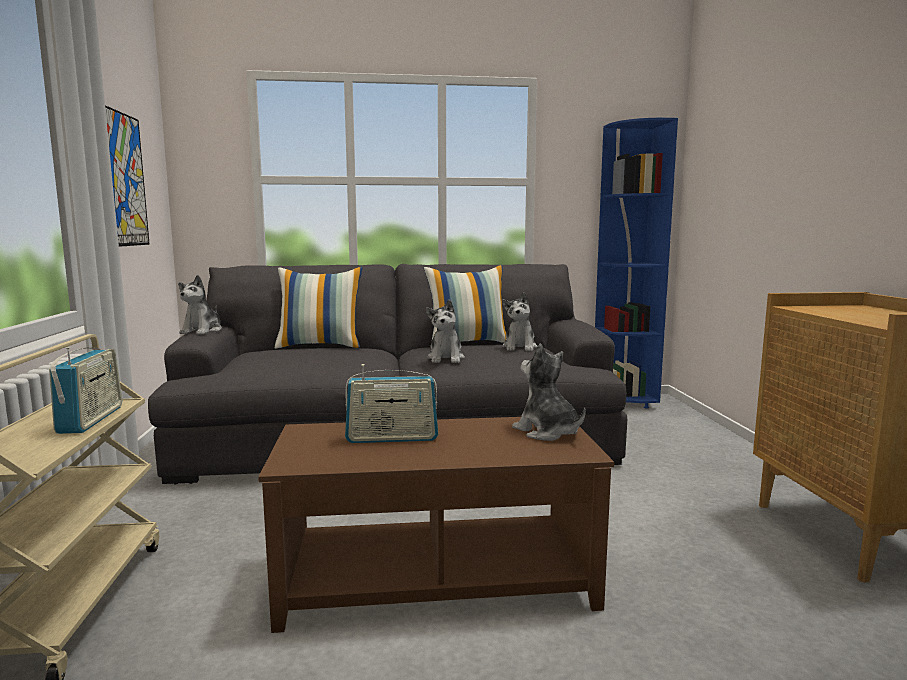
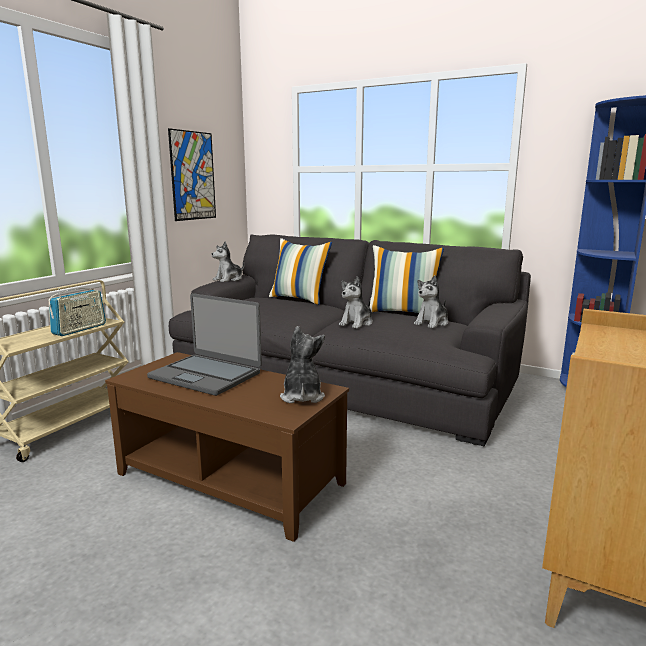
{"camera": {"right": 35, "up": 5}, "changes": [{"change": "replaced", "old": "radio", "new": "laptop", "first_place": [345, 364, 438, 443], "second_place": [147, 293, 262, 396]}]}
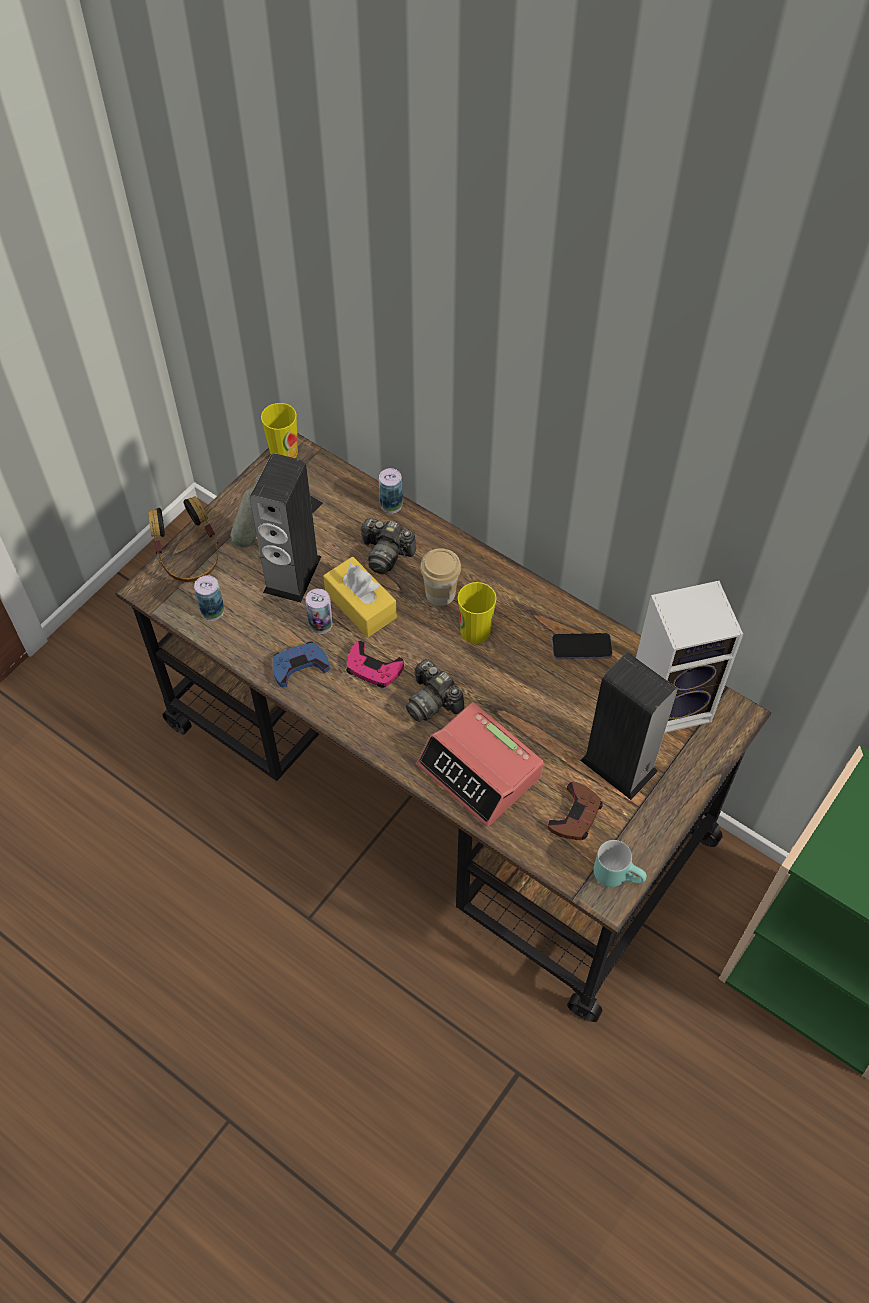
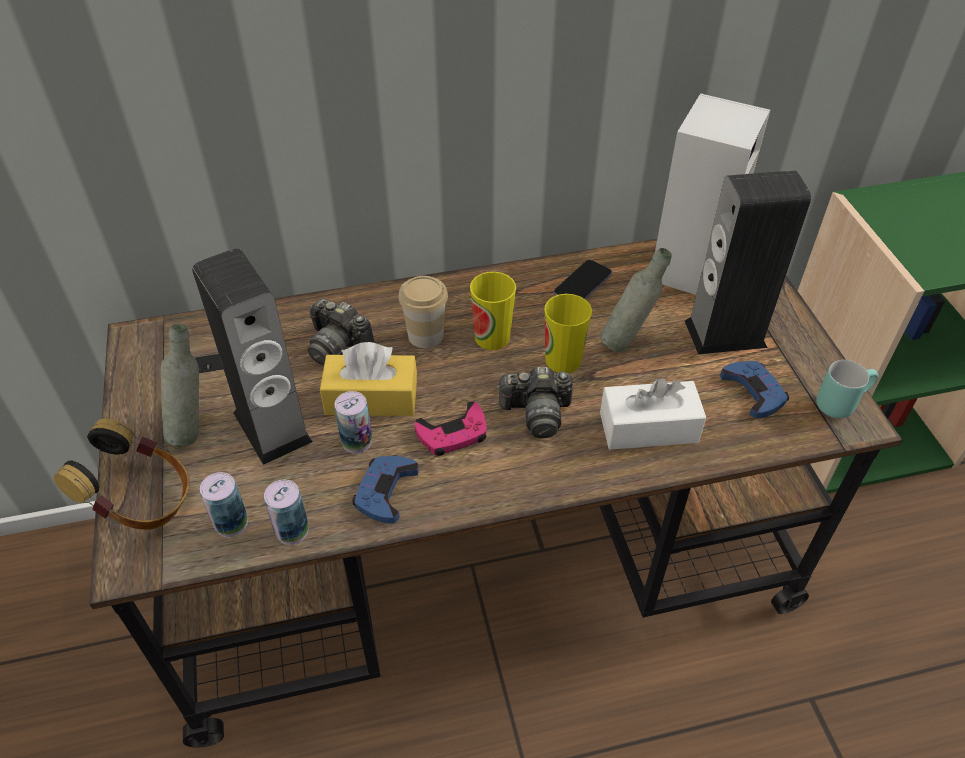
{"camera": {"right": -50, "up": -10}, "changes": [{"change": "moved", "old": "cup", "first_place": [261, 403, 298, 458], "second_place": [544, 294, 592, 373]}, {"change": "turned", "old": "photo camera", "first_place": [360, 518, 416, 574], "second_place": [307, 298, 375, 365], "degrees": 60}, {"change": "moved", "old": "can", "first_place": [379, 468, 403, 513], "second_place": [264, 480, 309, 545]}, {"change": "replaced", "old": "alarm clock", "new": "white tissue box", "first_place": [417, 702, 544, 827], "second_place": [600, 378, 706, 450]}, {"change": "recoloured", "old": "brown game controller", "new": "blue game controller", "first_place": [548, 782, 603, 840], "second_place": [720, 361, 789, 418]}, {"change": "added", "new": "grey bottle", "second_place": [601, 248, 672, 352]}]}
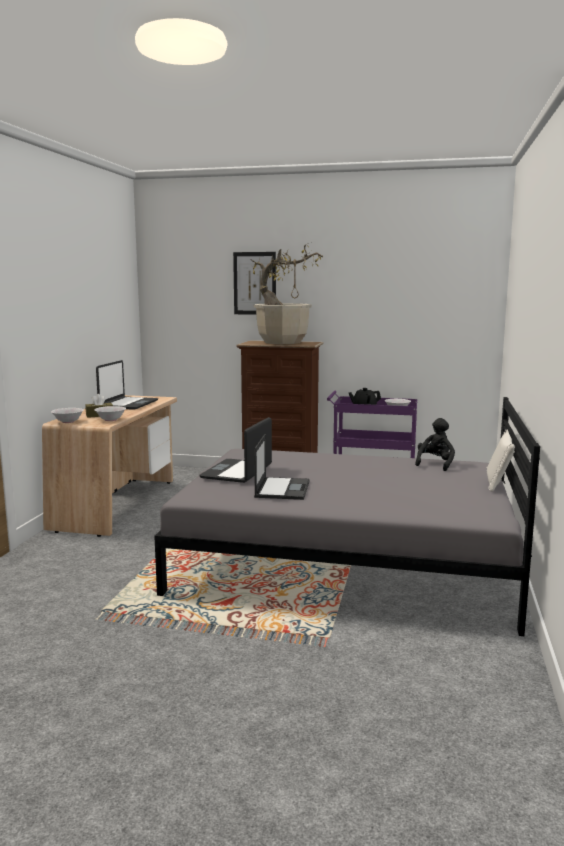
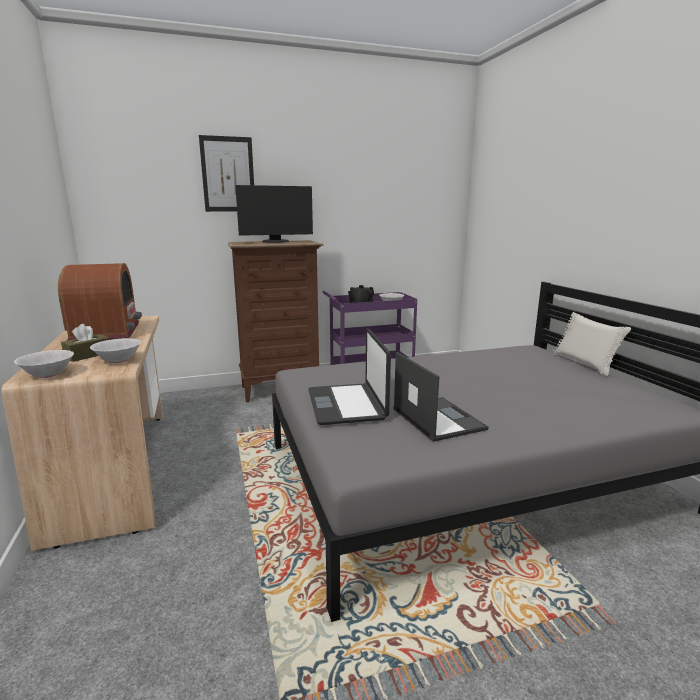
{"camera": {"right": -30, "up": 5}, "changes": [{"change": "replaced", "old": "laptop", "new": "radio", "first_place": [96, 360, 158, 410], "second_place": [58, 263, 142, 341]}, {"change": "replaced", "old": "potted plant", "new": "monitor", "first_place": [250, 243, 323, 344], "second_place": [235, 185, 313, 243]}, {"change": "removed", "old": "black plush toy", "first_place": [415, 418, 455, 471]}]}
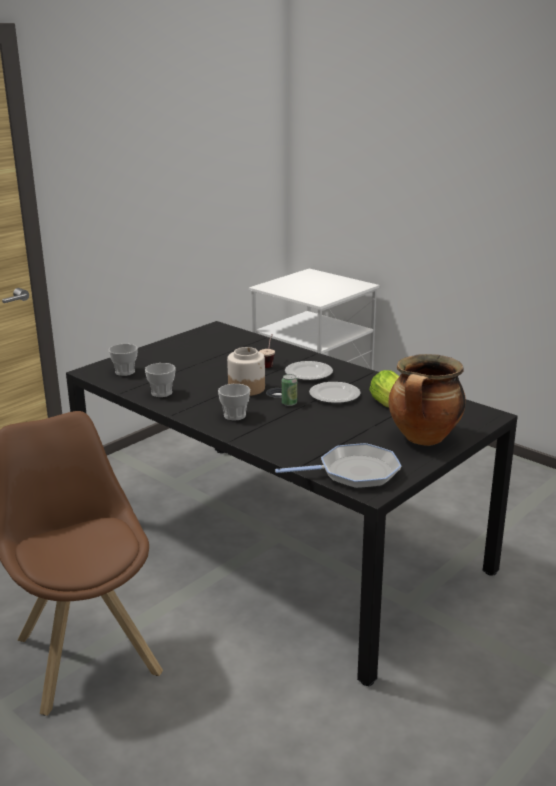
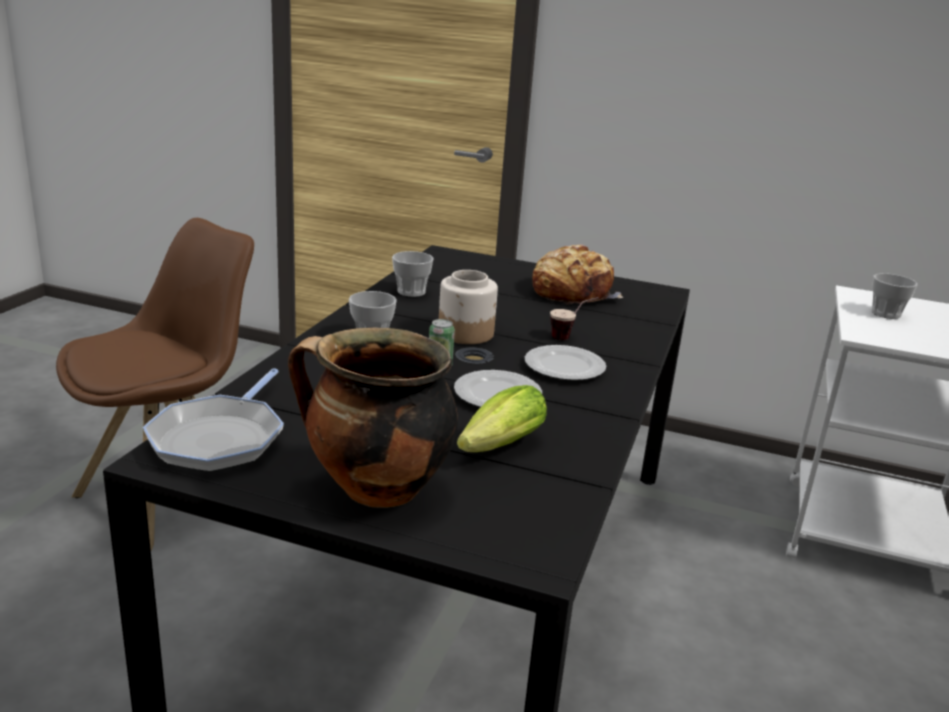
{"camera": {"right": 65, "up": 0}, "changes": [{"change": "moved", "old": "cup", "first_place": [109, 344, 138, 376], "second_place": [871, 273, 917, 319]}, {"change": "turned", "old": "frying pan", "first_place": [275, 443, 401, 489], "second_place": [143, 368, 284, 472], "degrees": 45}, {"change": "added", "new": "bread", "second_place": [532, 244, 623, 305]}]}
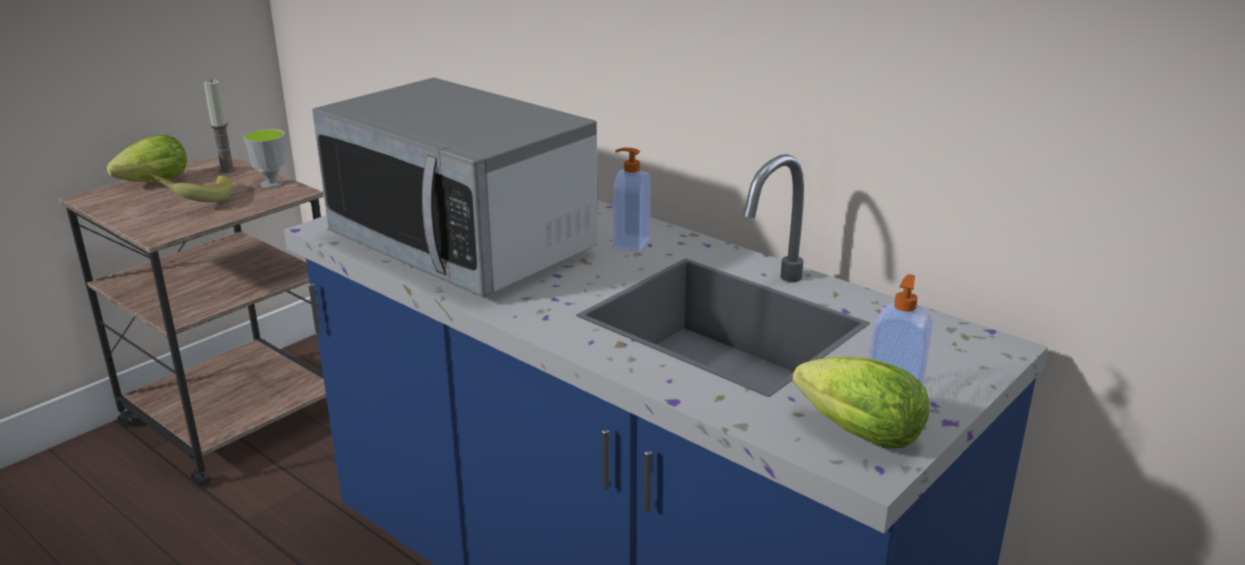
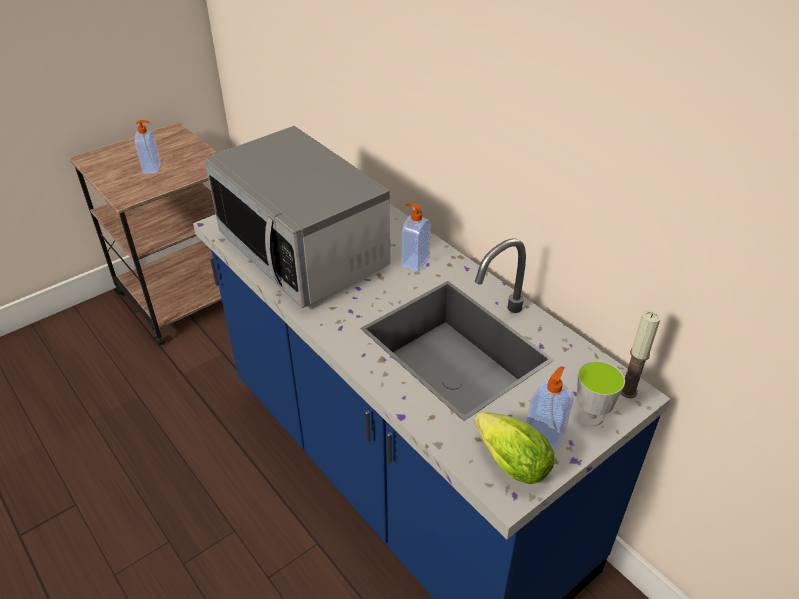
{"camera": {"right": 10, "up": 15}, "changes": [{"change": "removed", "old": "lettuce", "first_place": [107, 134, 187, 182]}, {"change": "replaced", "old": "banana", "new": "soap dispenser", "first_place": [148, 173, 233, 202], "second_place": [135, 120, 161, 174]}, {"change": "moved", "old": "candle", "first_place": [204, 79, 235, 173], "second_place": [621, 311, 661, 398]}, {"change": "moved", "old": "cup", "first_place": [243, 129, 285, 188], "second_place": [576, 360, 625, 426]}]}
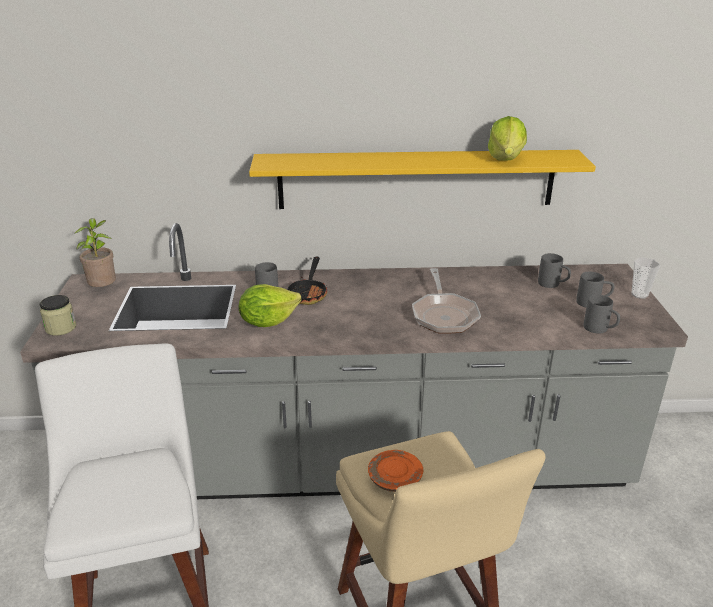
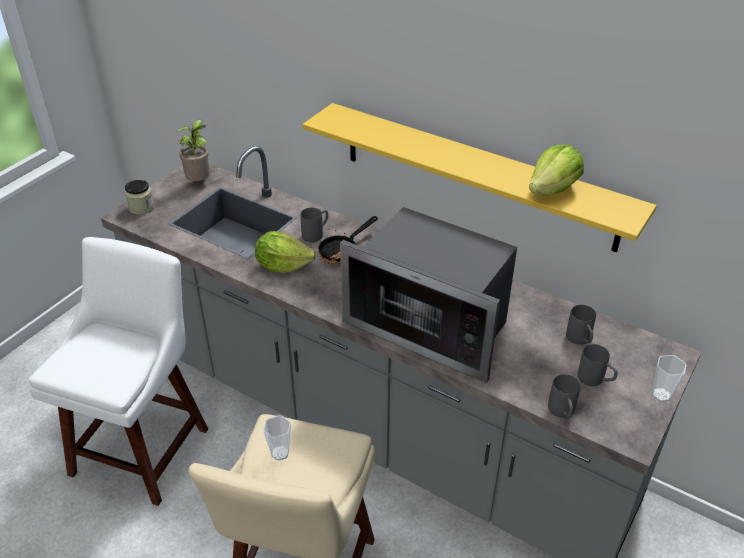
{"camera": {"right": 35, "up": 10}, "changes": [{"change": "replaced", "old": "orange plate", "new": "cup", "first_place": [368, 450, 423, 492], "second_place": [263, 415, 291, 461]}, {"change": "replaced", "old": "frying pan", "new": "microwave", "first_place": [412, 268, 481, 333], "second_place": [340, 207, 517, 383]}]}
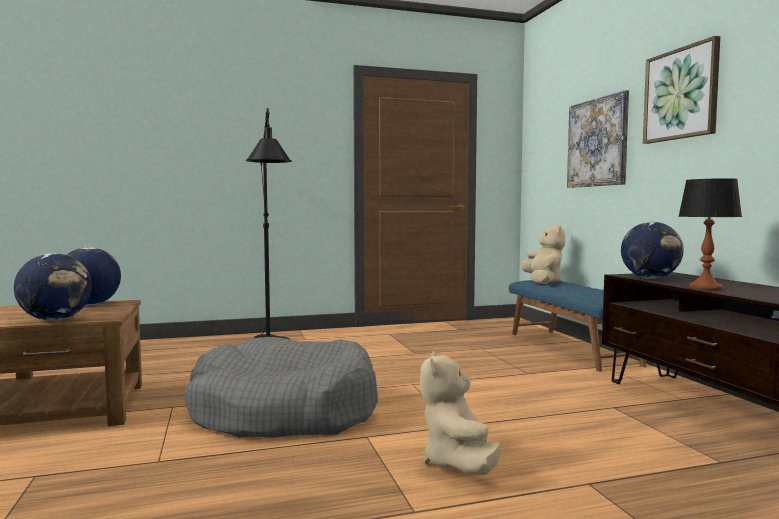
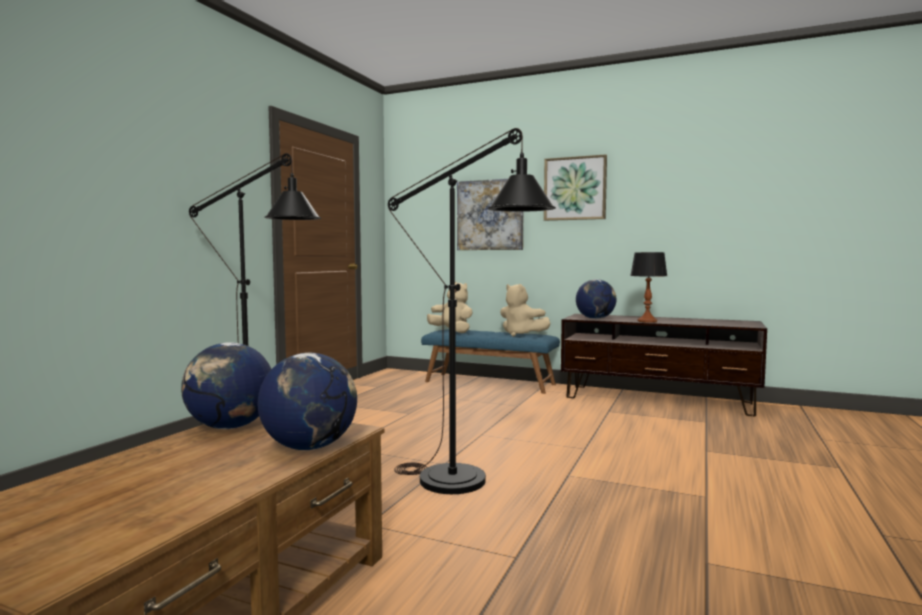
{"camera": {"right": -50, "up": 0}, "changes": [{"change": "replaced", "old": "grey dog bed", "new": "black floor lamp", "first_place": [184, 337, 378, 438], "second_place": [388, 128, 556, 494]}, {"change": "moved", "old": "beige plush toy", "first_place": [420, 351, 501, 475], "second_place": [500, 284, 551, 337]}]}
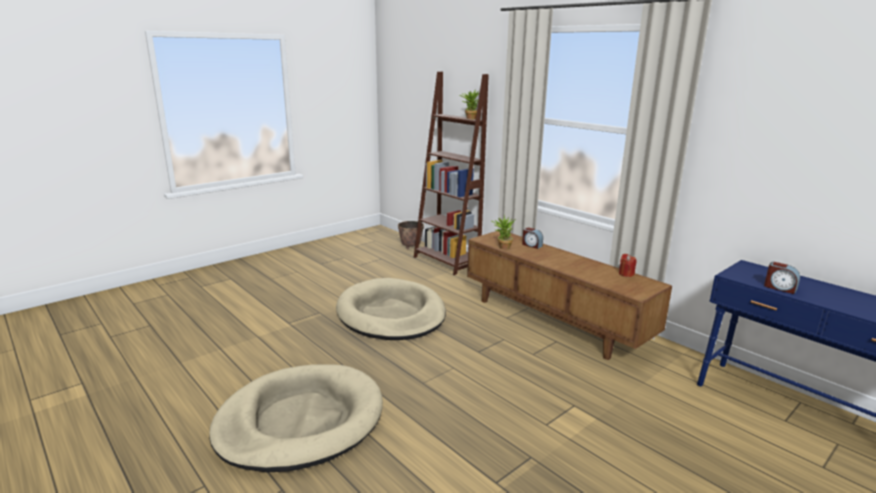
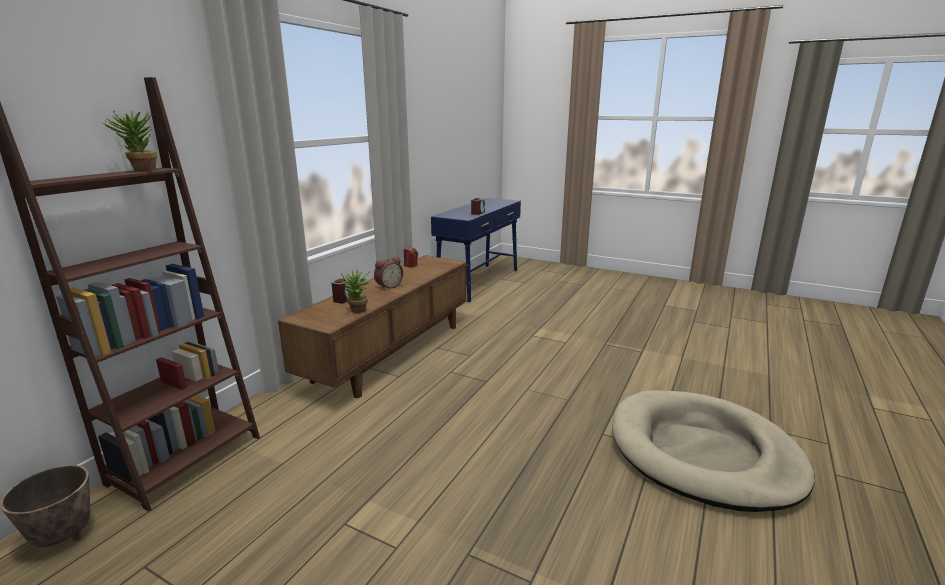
{"camera": {"right": -110, "up": 0}, "changes": [{"change": "removed", "old": "beige dog bed", "first_place": [336, 278, 446, 340]}, {"change": "added", "new": "alarm clock", "second_place": [374, 256, 403, 290]}]}
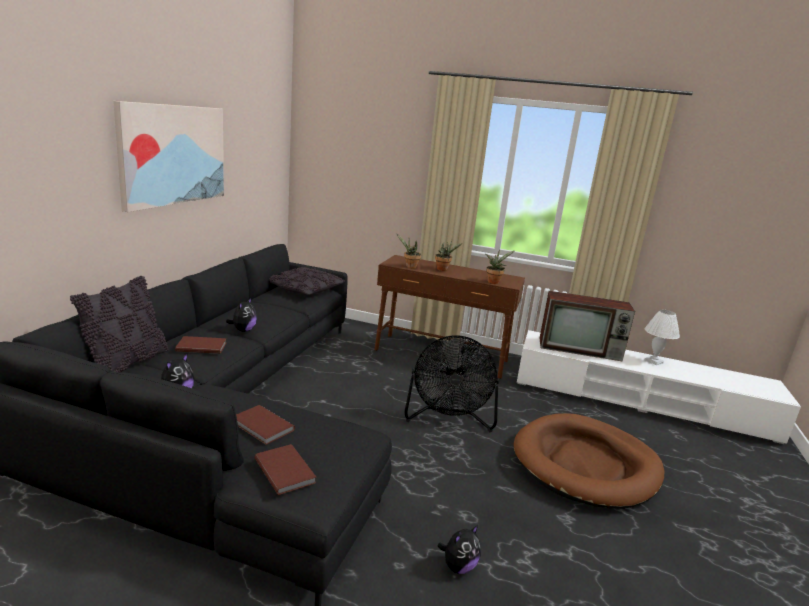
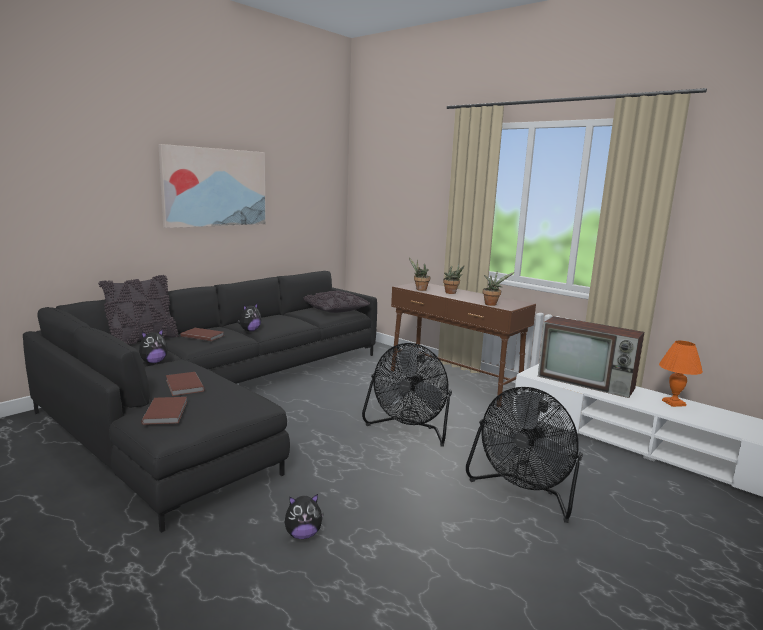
{"camera": {"right": 25, "up": -5}, "changes": [{"change": "replaced", "old": "brown dog bed", "new": "black fan", "first_place": [513, 413, 664, 509], "second_place": [466, 387, 583, 523]}, {"change": "recoloured", "old": "white table lamp", "new": "orange table lamp", "first_place": [645, 310, 680, 365], "second_place": [659, 341, 703, 407]}]}
